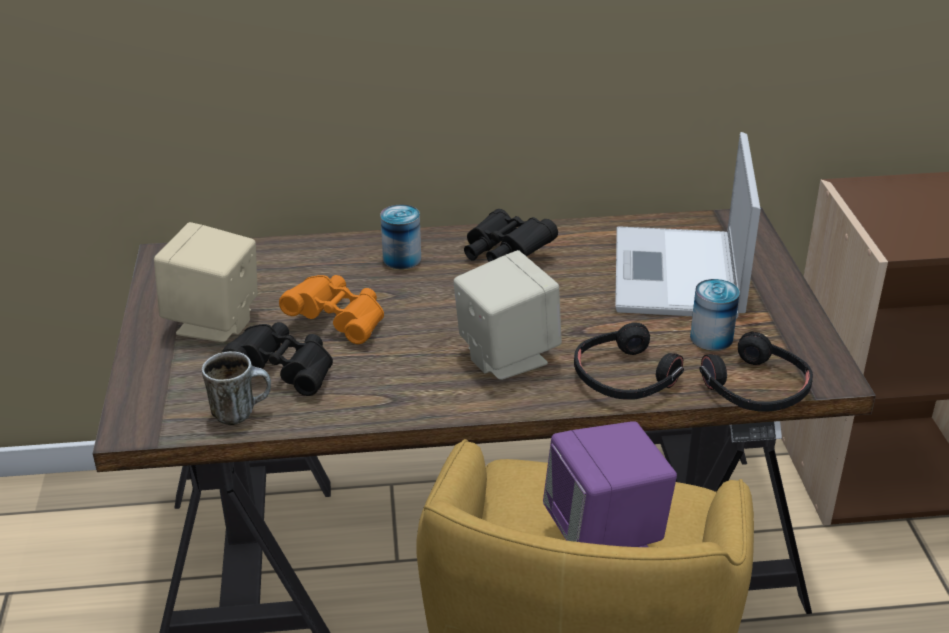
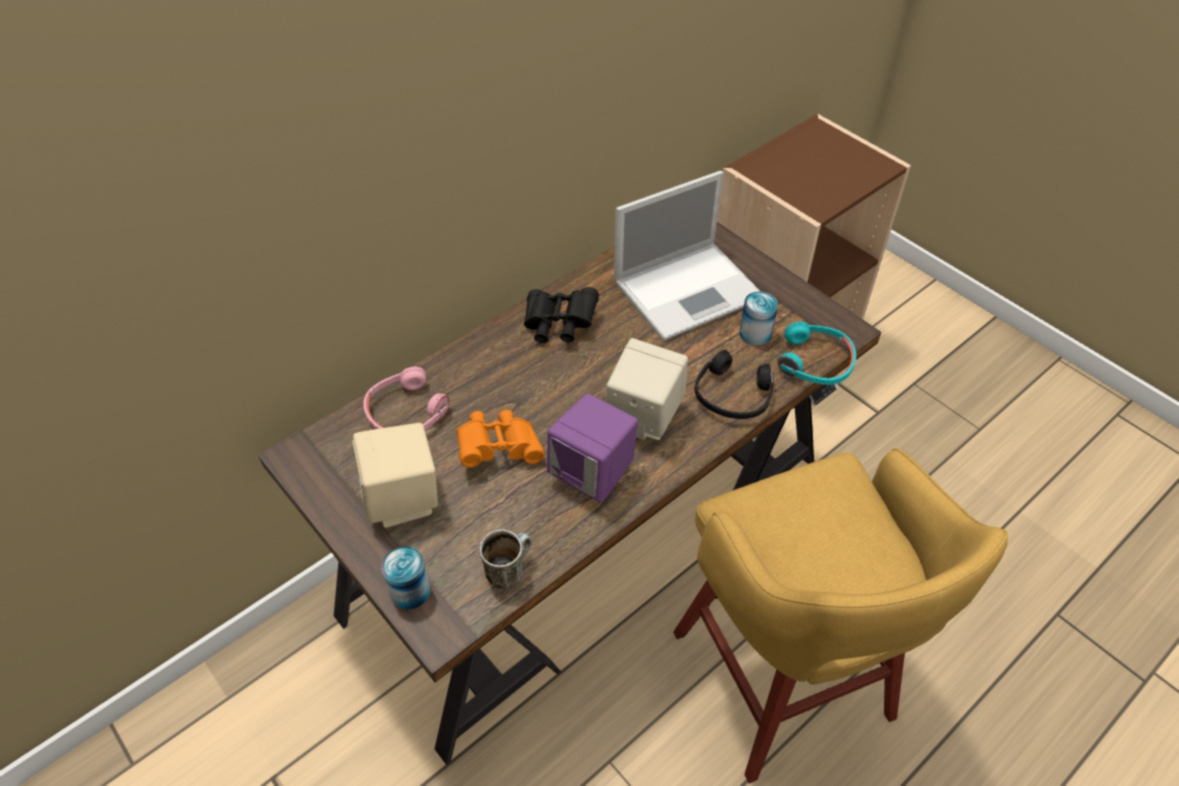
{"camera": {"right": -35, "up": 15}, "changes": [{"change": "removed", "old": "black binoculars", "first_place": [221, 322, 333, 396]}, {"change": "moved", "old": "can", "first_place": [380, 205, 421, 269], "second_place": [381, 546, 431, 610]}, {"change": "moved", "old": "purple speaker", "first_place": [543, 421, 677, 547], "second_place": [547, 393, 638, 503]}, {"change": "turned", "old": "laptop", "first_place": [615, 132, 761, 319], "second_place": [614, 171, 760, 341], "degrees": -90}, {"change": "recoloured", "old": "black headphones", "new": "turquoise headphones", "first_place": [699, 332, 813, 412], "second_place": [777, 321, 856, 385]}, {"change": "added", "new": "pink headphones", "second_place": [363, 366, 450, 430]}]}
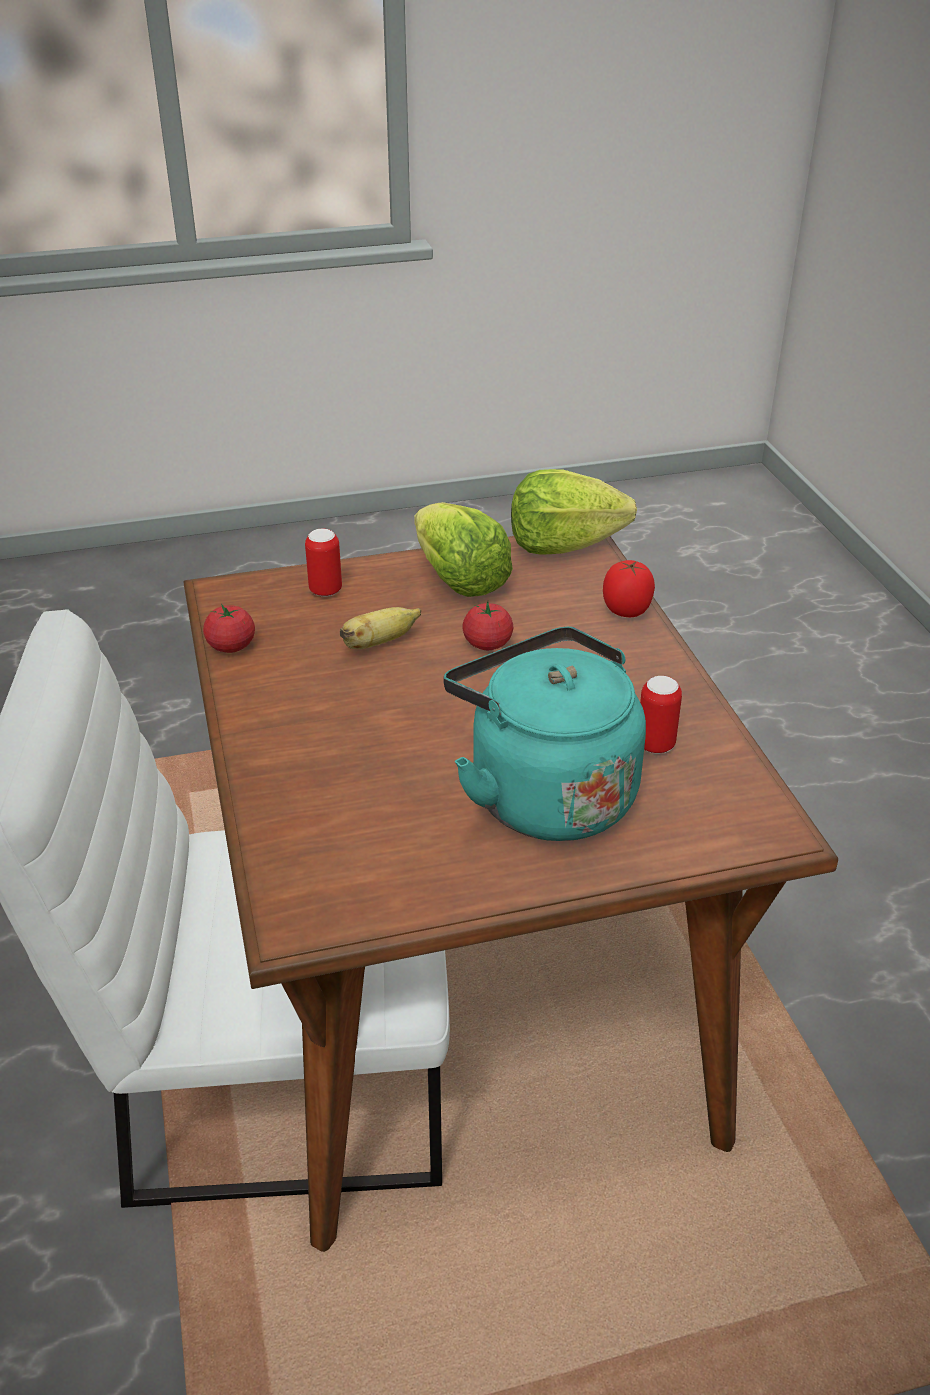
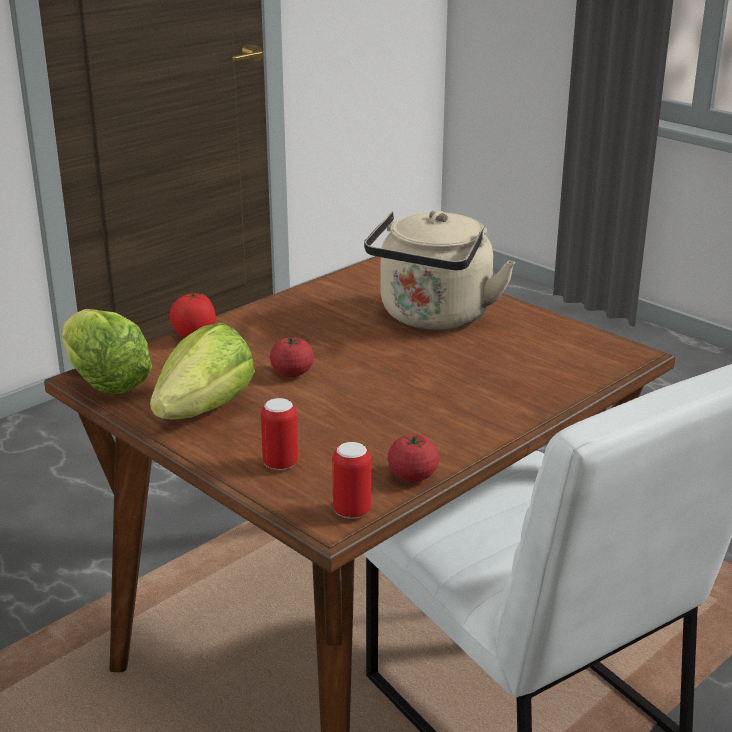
{"camera": {"right": -120, "up": -10}, "changes": [{"change": "removed", "old": "banana", "first_place": [340, 607, 421, 649]}, {"change": "recoloured", "old": "turquoise kettle", "new": "beige kettle", "first_place": [443, 627, 646, 841], "second_place": [364, 211, 515, 330]}, {"change": "moved", "old": "can", "first_place": [640, 676, 682, 754], "second_place": [332, 442, 371, 519]}]}
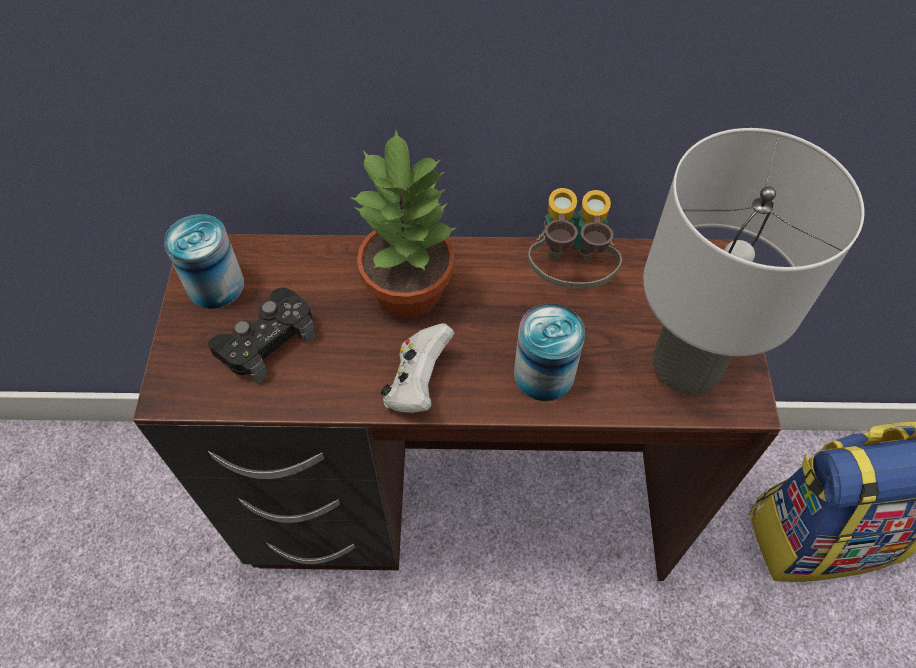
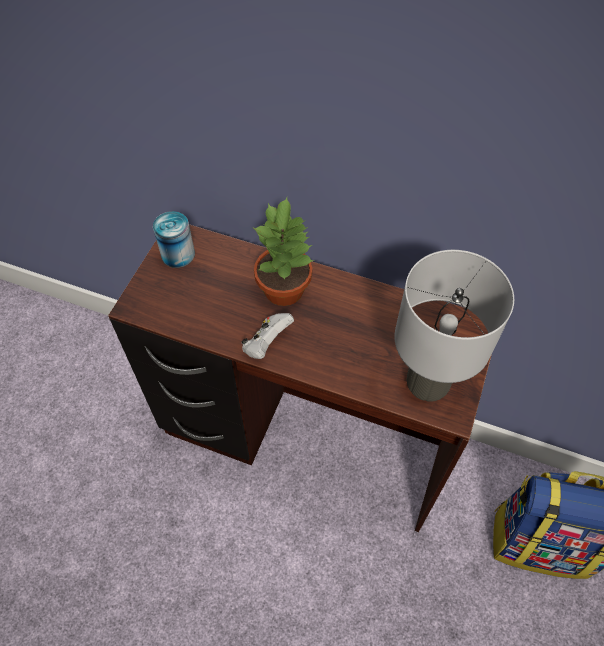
{"camera": {"right": 20, "up": 0}, "changes": [{"change": "removed", "old": "black game controller", "first_place": [208, 287, 316, 384]}, {"change": "removed", "old": "can", "first_place": [514, 304, 585, 401]}, {"change": "removed", "old": "binoculars", "first_place": [528, 188, 622, 289]}]}
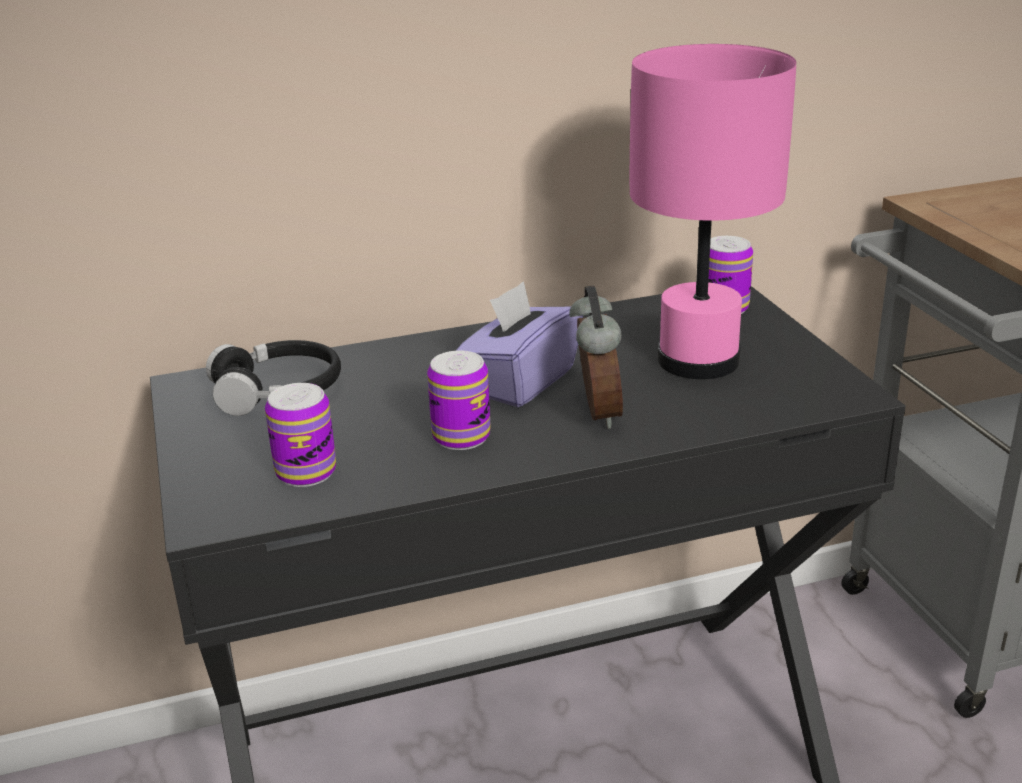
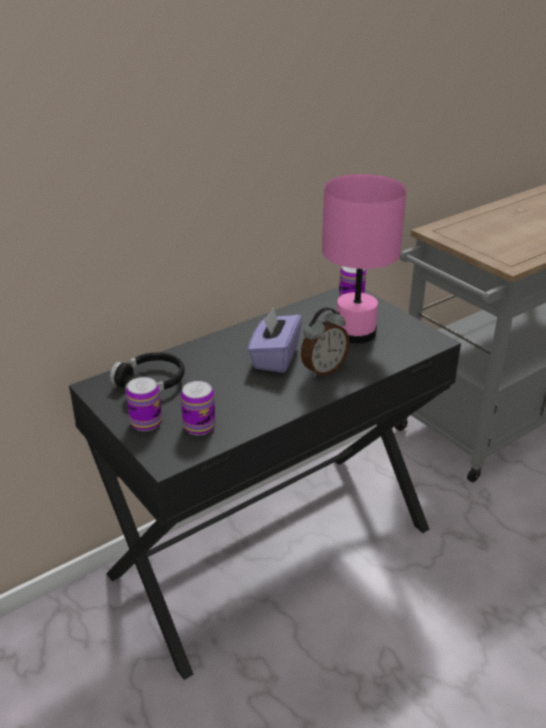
{"camera": {"right": -20, "up": 5}, "changes": [{"change": "moved", "old": "can", "first_place": [427, 350, 491, 450], "second_place": [126, 377, 162, 431]}, {"change": "turned", "old": "alarm clock", "first_place": [569, 285, 623, 429], "second_place": [301, 307, 350, 378], "degrees": 75}]}
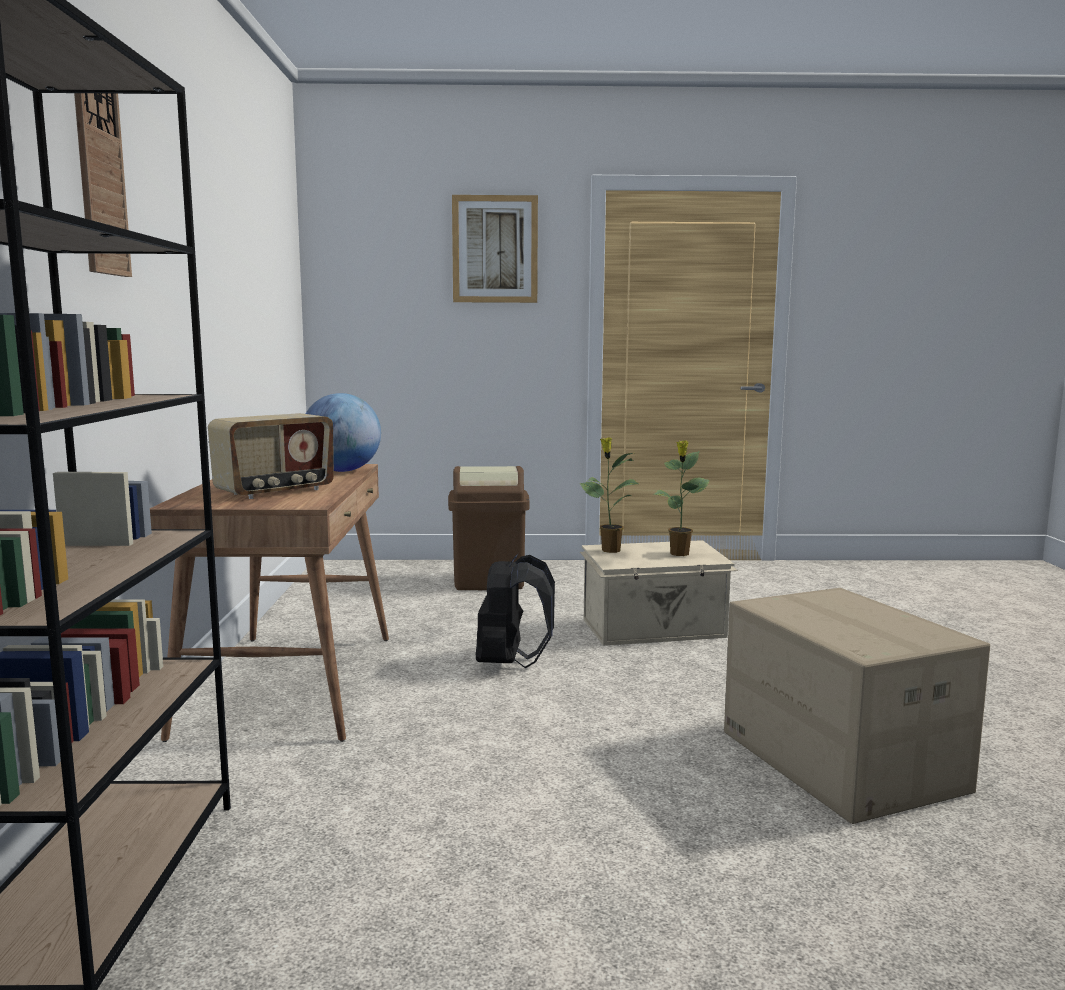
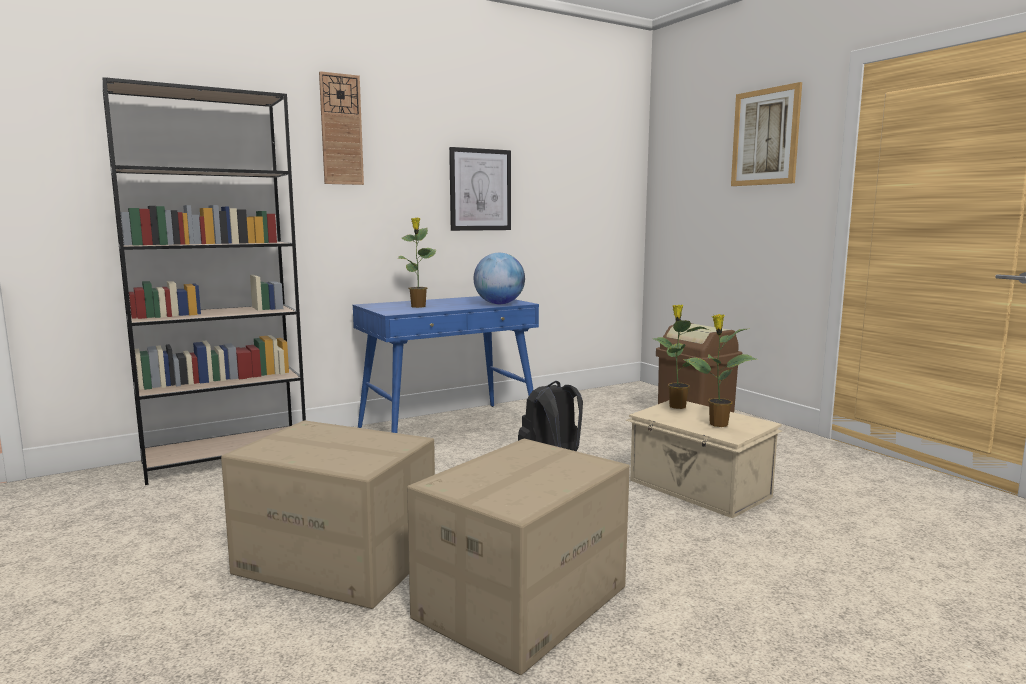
{"camera": {"right": 60, "up": 0}, "changes": [{"change": "recoloured", "old": "brown desk", "new": "blue desk", "first_place": [150, 464, 389, 742], "second_place": [353, 296, 539, 433]}, {"change": "replaced", "old": "radio", "new": "potted plant", "first_place": [208, 413, 334, 499], "second_place": [398, 217, 436, 308]}, {"change": "added", "new": "cardboard box", "second_place": [221, 420, 435, 609]}, {"change": "added", "new": "picture", "second_place": [449, 147, 511, 231]}]}
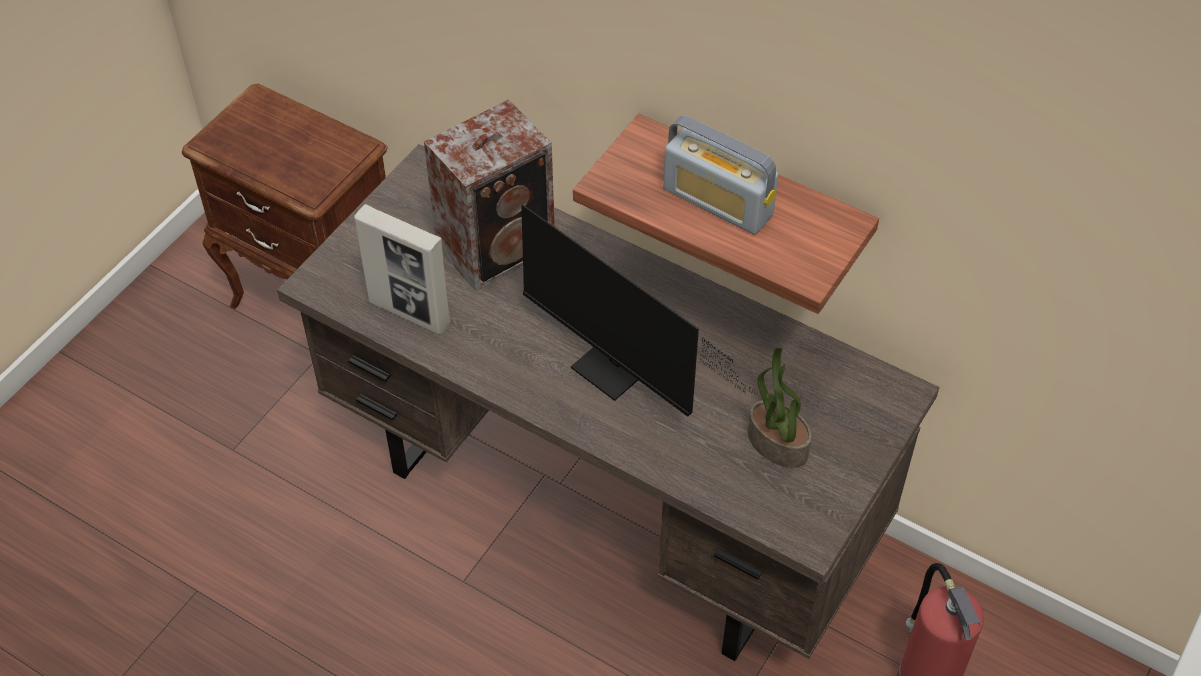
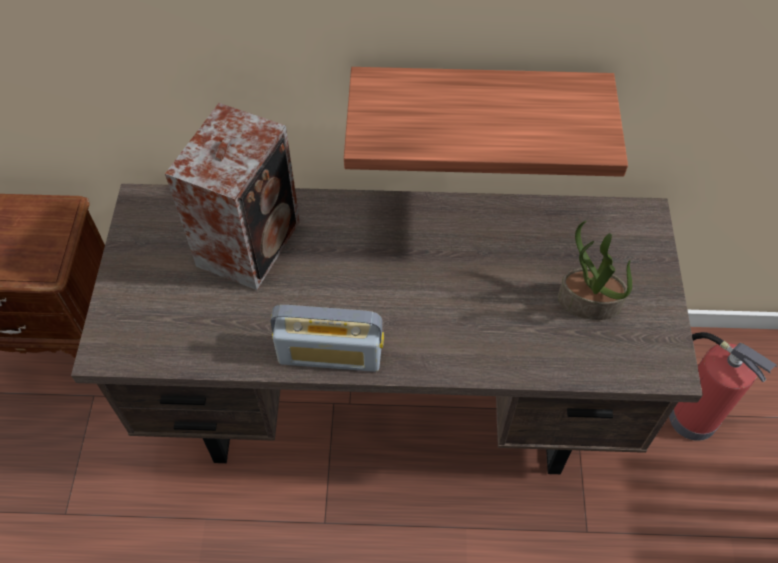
{"camera": {"right": -30, "up": 5}, "changes": [{"change": "removed", "old": "picture frame", "first_place": [354, 204, 450, 334]}, {"change": "removed", "old": "monitor", "first_place": [521, 204, 755, 417]}, {"change": "moved", "old": "radio", "first_place": [663, 116, 778, 234], "second_place": [271, 305, 384, 372]}]}
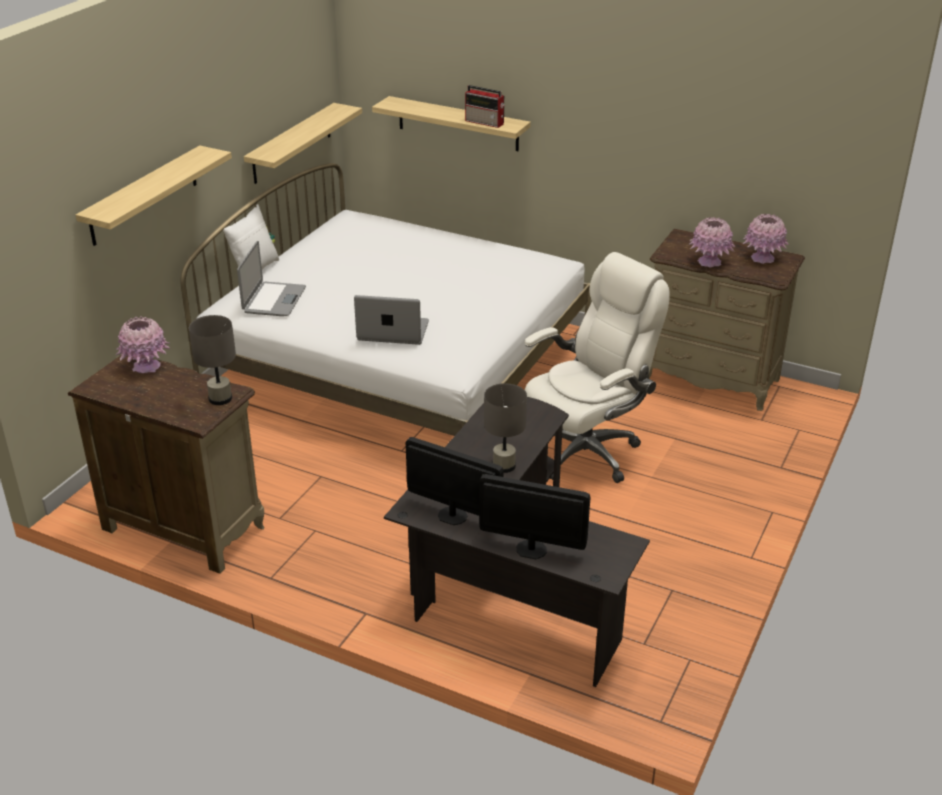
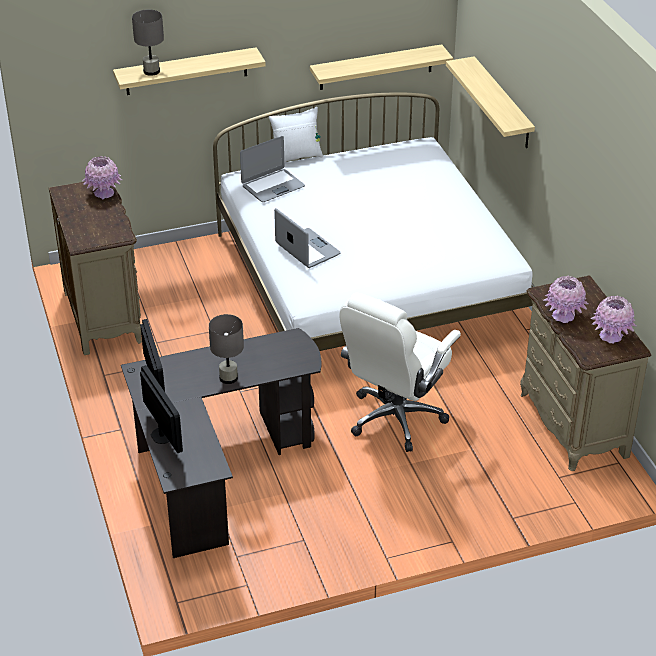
{"camera": {"right": 45, "up": 5}, "changes": [{"change": "moved", "old": "grey table lamp", "first_place": [189, 315, 236, 405], "second_place": [132, 9, 164, 76]}, {"change": "removed", "old": "radio", "first_place": [465, 85, 505, 128]}, {"change": "turned", "old": "white office chair", "first_place": [525, 252, 670, 483], "second_place": [339, 292, 461, 452], "degrees": 120}]}
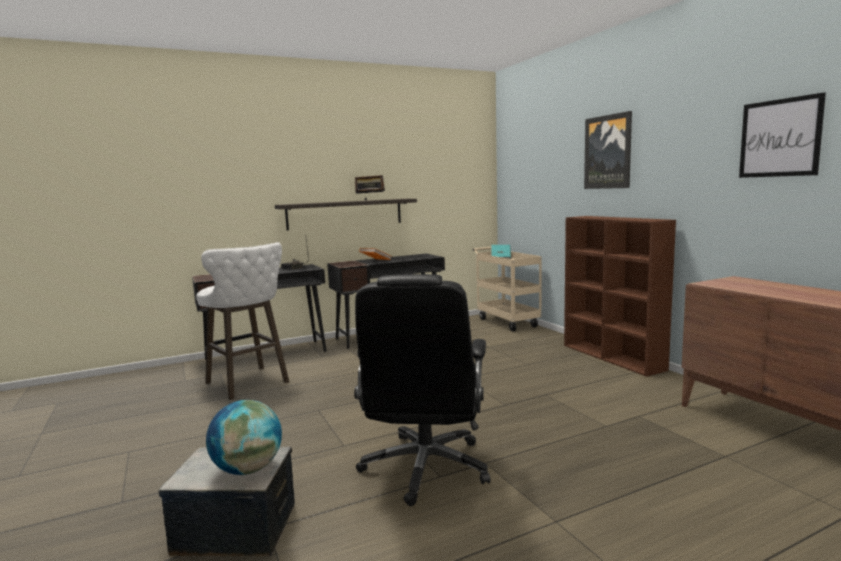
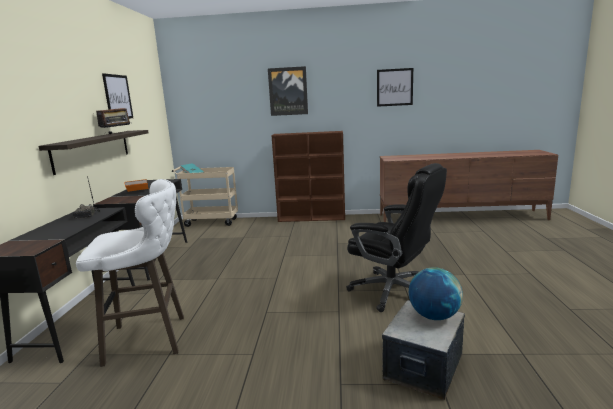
{"camera": {"right": -60, "up": 5}, "changes": [{"change": "added", "new": "picture", "second_place": [102, 73, 133, 119]}]}
